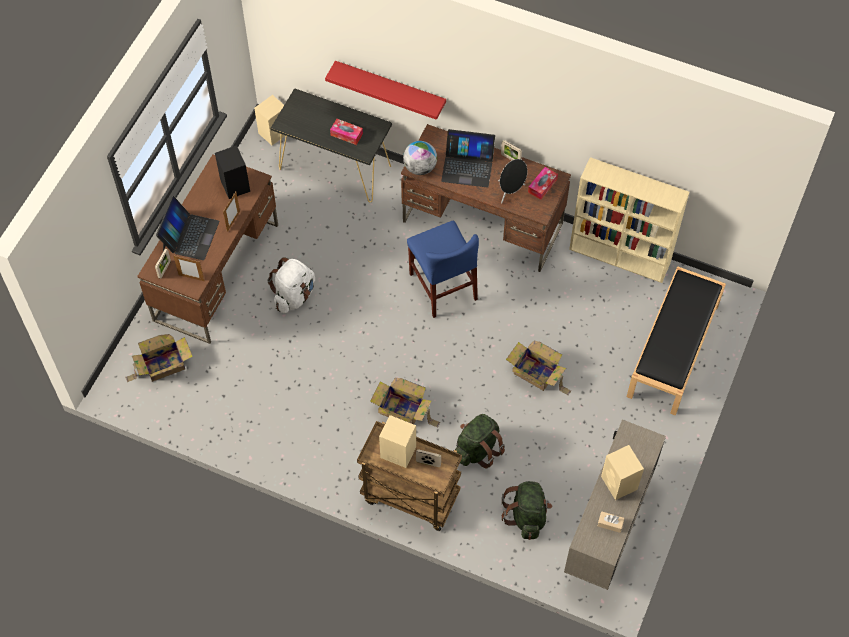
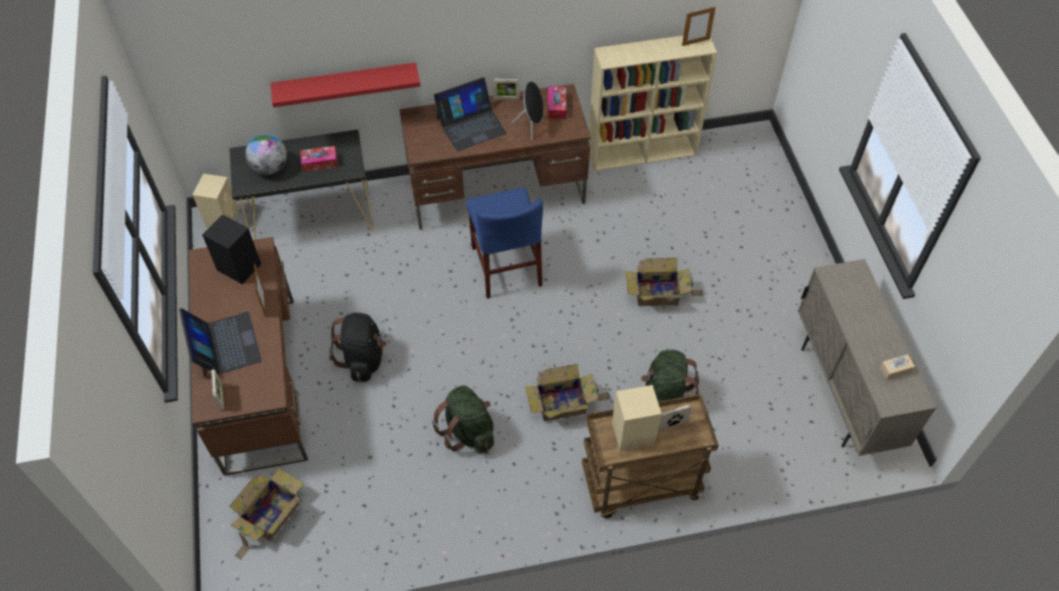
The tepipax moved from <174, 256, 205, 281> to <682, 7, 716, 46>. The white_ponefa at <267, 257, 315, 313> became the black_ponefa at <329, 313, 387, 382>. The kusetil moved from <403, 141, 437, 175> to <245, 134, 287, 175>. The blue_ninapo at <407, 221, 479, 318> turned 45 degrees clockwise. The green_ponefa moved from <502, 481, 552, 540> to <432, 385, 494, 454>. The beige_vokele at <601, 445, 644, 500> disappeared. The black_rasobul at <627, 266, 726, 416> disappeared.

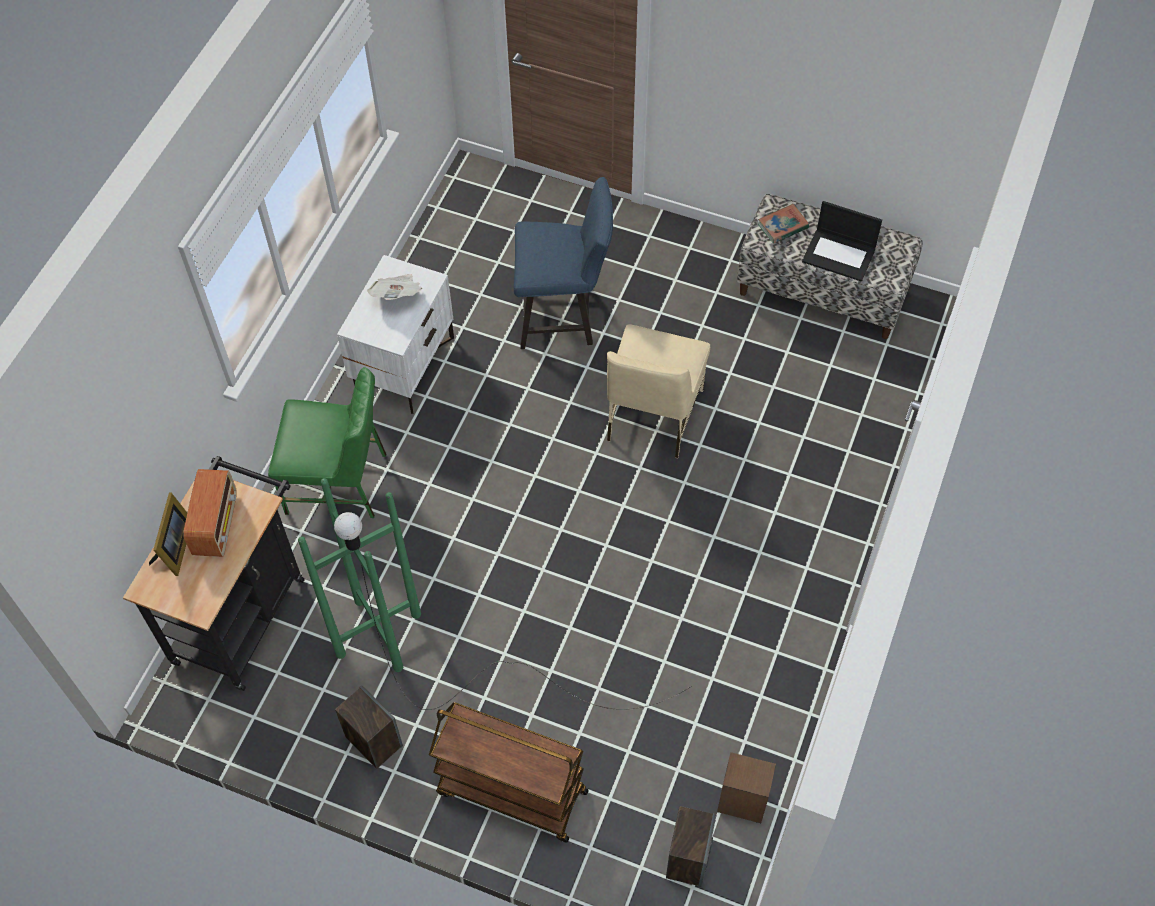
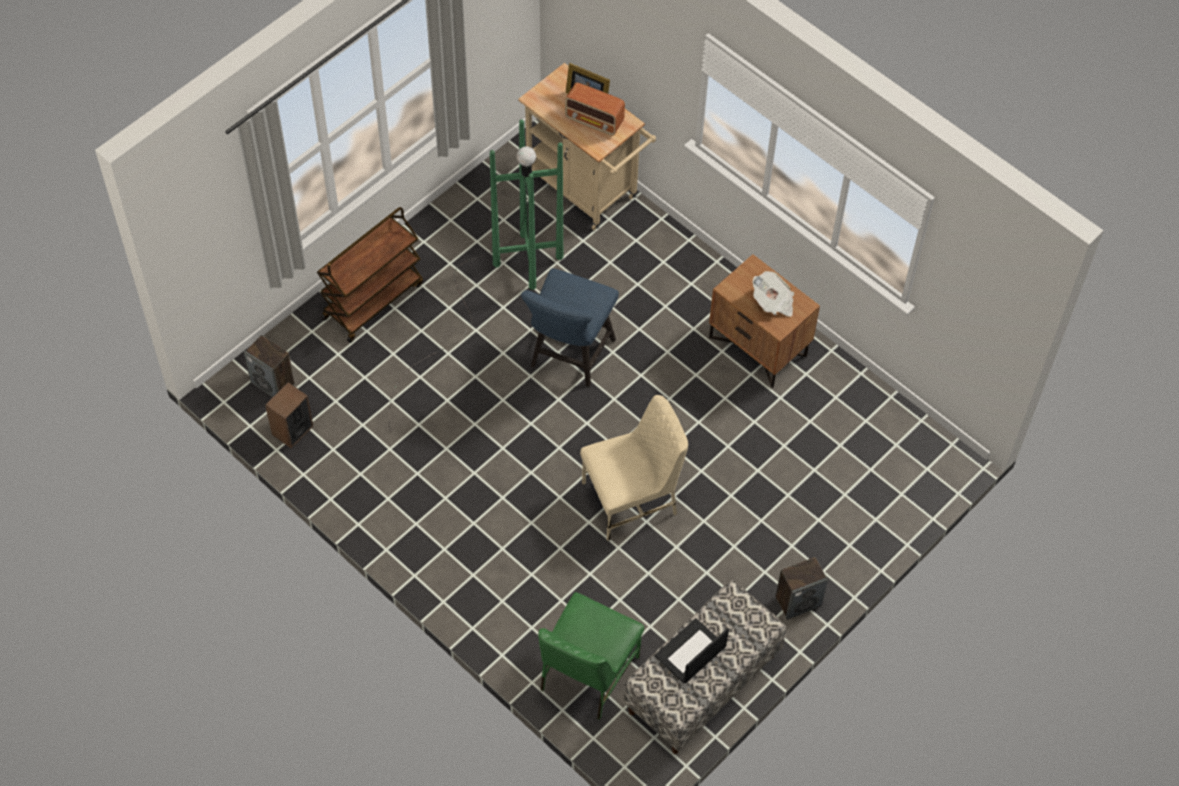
The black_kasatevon at <123, 456, 305, 691> became the beige_kasatevon at <518, 63, 656, 230>. The green_ninapo moved from <268, 367, 386, 518> to <538, 592, 644, 720>. The vokele moved from <335, 685, 403, 769> to <775, 557, 828, 620>. The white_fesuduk at <337, 255, 454, 414> became the brown_fesuduk at <709, 254, 820, 388>. The blue_ninapo moved from <514, 177, 613, 349> to <521, 268, 619, 387>. The beige_ninapo at <607, 324, 710, 458> turned 120 degrees clockwise. The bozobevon at <758, 204, 809, 244> disappeared.

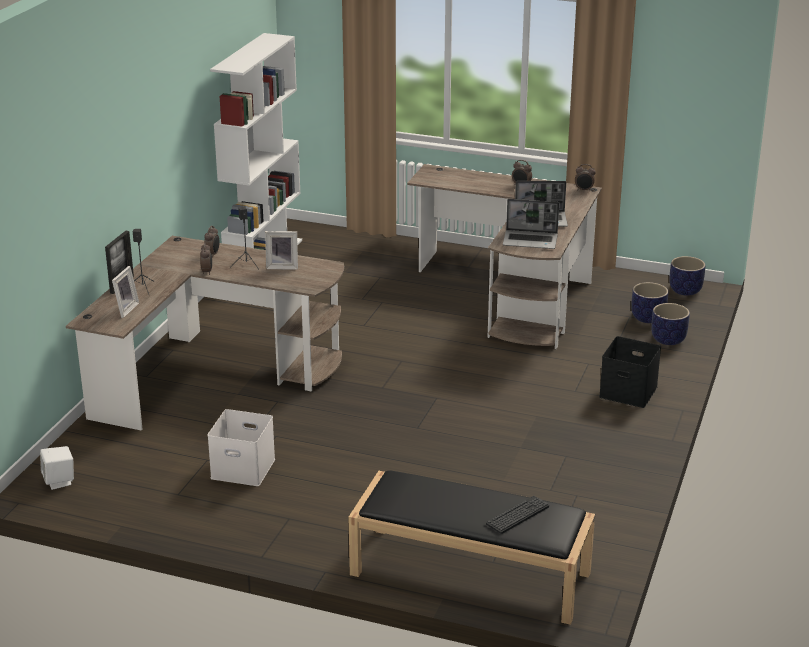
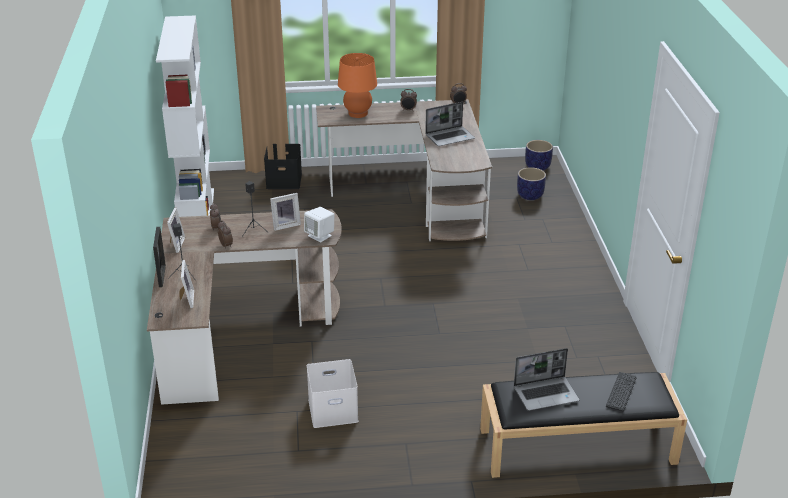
The white_vokele moved from <40, 446, 74, 490> to <304, 207, 335, 242>. The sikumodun moved from <503, 199, 559, 249> to <514, 348, 580, 411>. The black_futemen moved from <599, 336, 661, 408> to <264, 144, 302, 189>. The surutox at <652, 303, 690, 345> disappeared. The tepipax at <167, 208, 185, 253> appeared. The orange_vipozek at <338, 53, 377, 118> appeared.

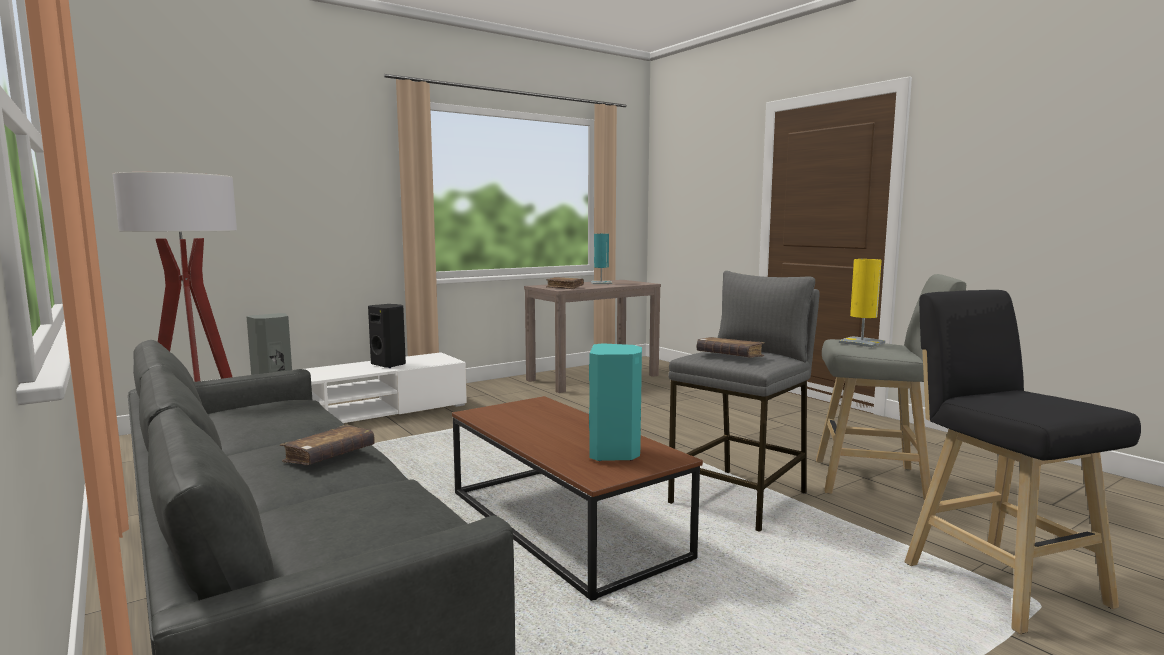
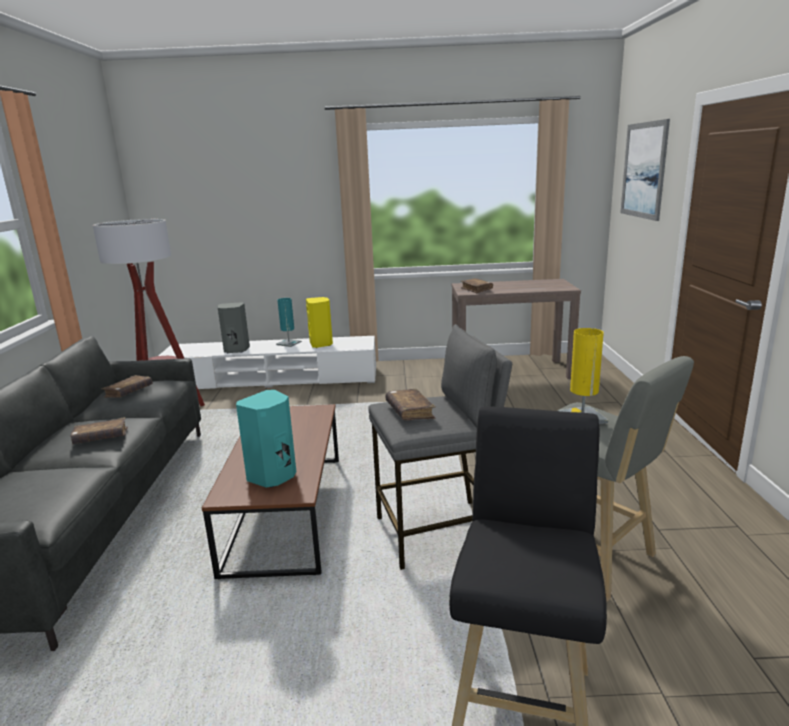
The black_vokele at <368, 304, 406, 368> became the yellow_vokele at <306, 297, 333, 348>. The turquoise_vipozek moved from <590, 234, 612, 284> to <276, 298, 302, 347>. The brown_bozobevon at <102, 375, 152, 398> appeared. The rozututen at <620, 119, 670, 221> appeared.

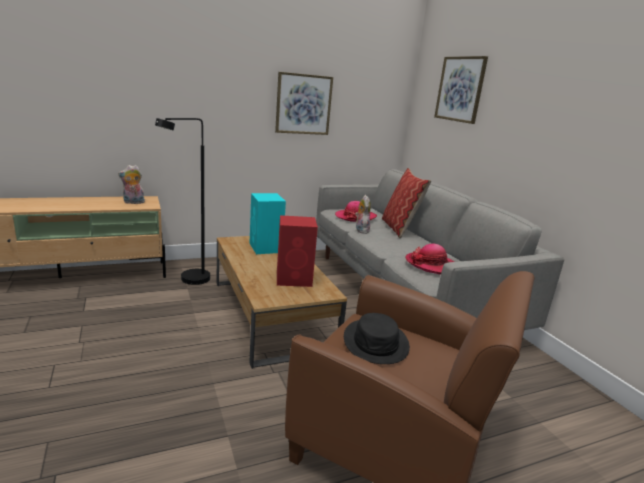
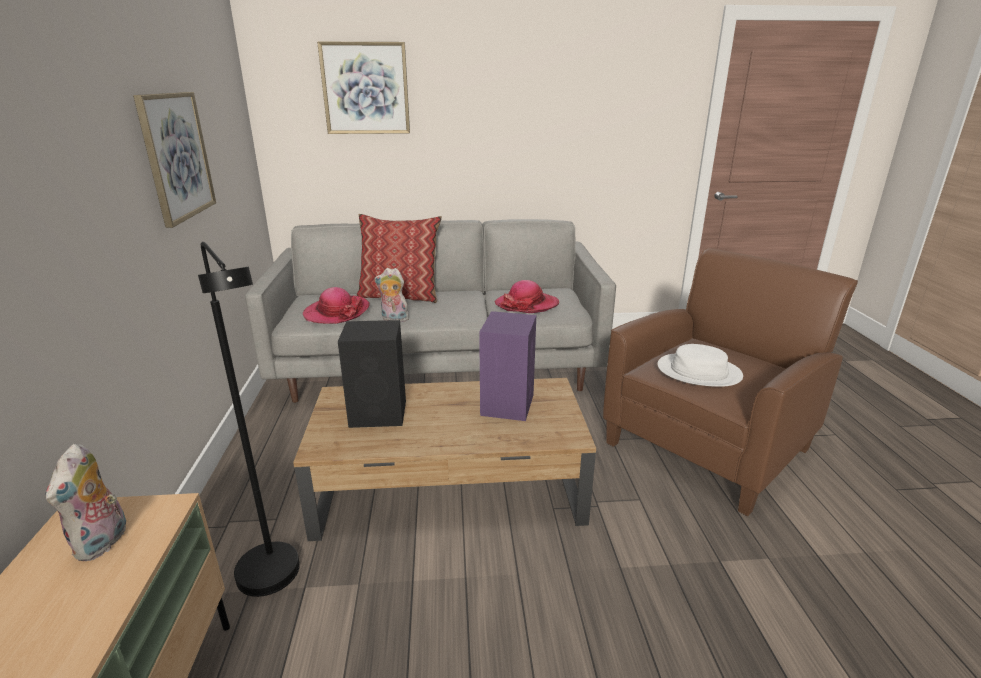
The turquoise_vokele at <249, 193, 286, 254> became the black_vokele at <338, 320, 406, 428>. The red_vokele at <277, 215, 318, 287> became the purple_vokele at <479, 311, 536, 421>. The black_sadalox at <344, 313, 410, 364> became the white_sadalox at <657, 344, 743, 387>.

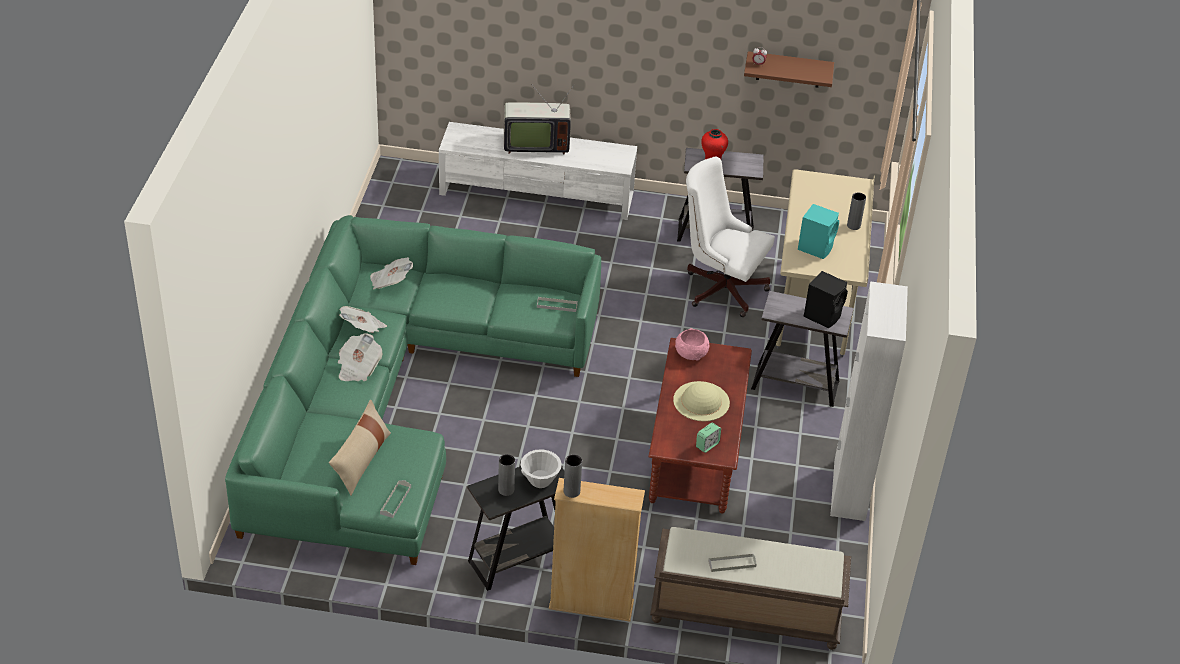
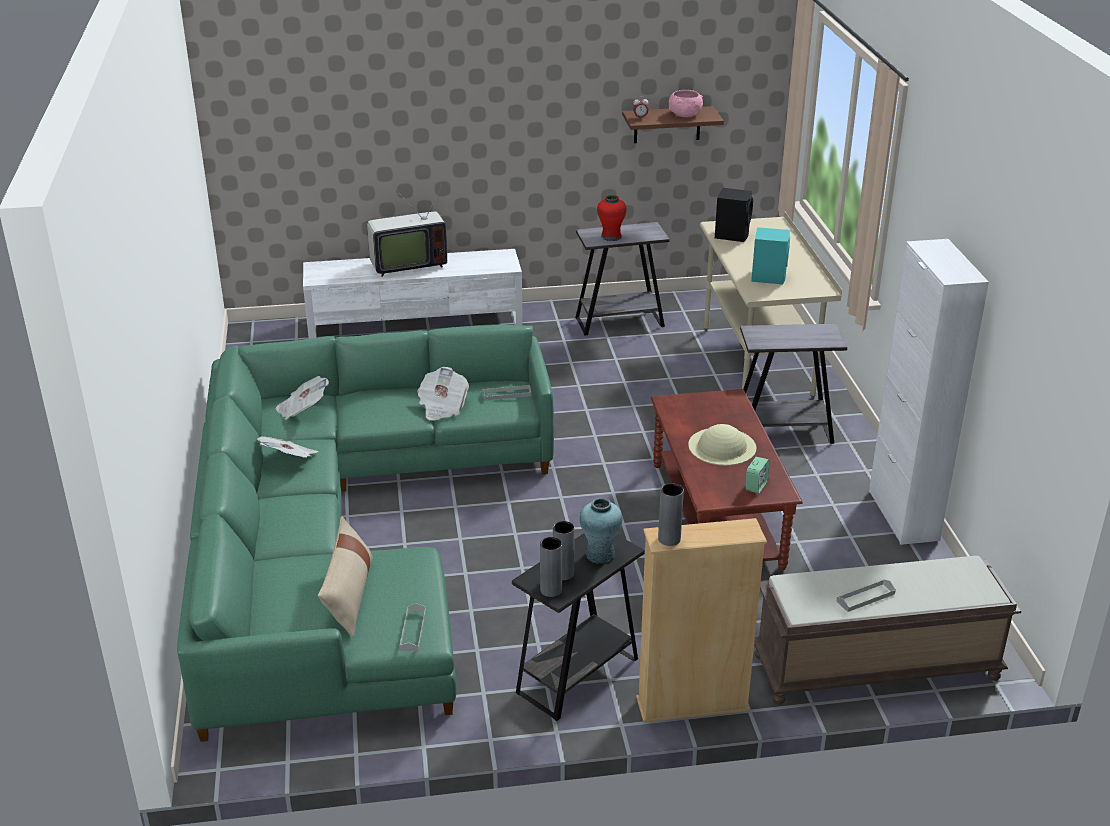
The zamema moved from <338, 333, 382, 381> to <417, 367, 469, 420>. The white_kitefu at <521, 449, 561, 488> was replaced by the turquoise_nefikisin at <580, 498, 622, 564>. The pink_kitefu moved from <675, 328, 709, 360> to <669, 90, 703, 117>. The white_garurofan at <686, 157, 775, 317> disappeared. The black_vokele moved from <804, 271, 848, 329> to <715, 188, 753, 242>. The grey_nefikisin moved from <847, 192, 866, 230> to <540, 537, 562, 597>.

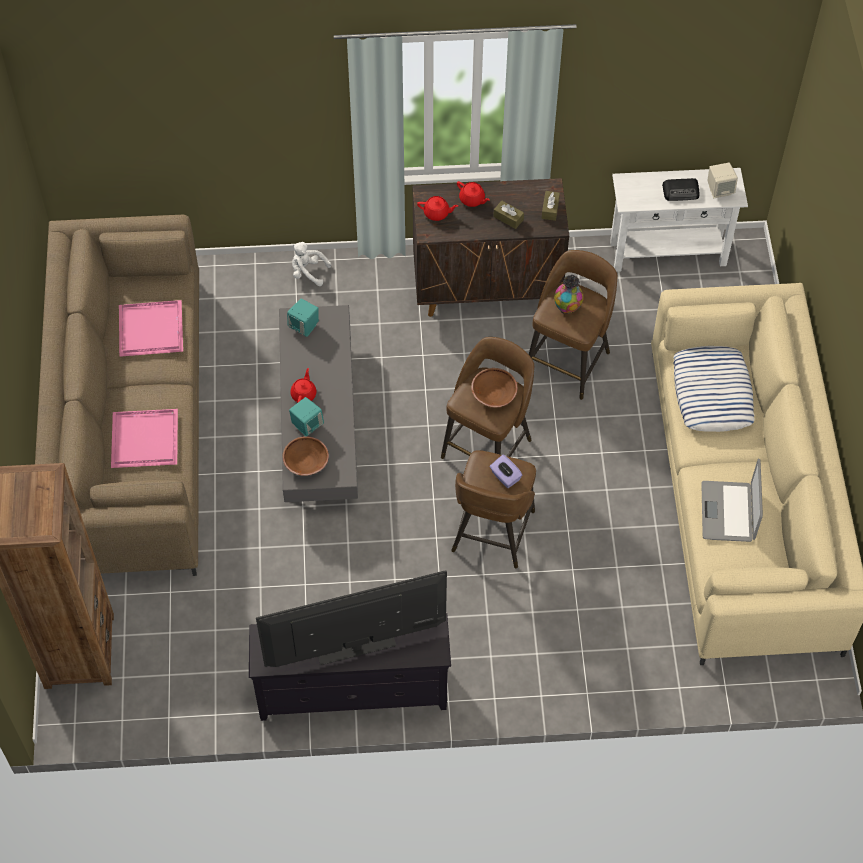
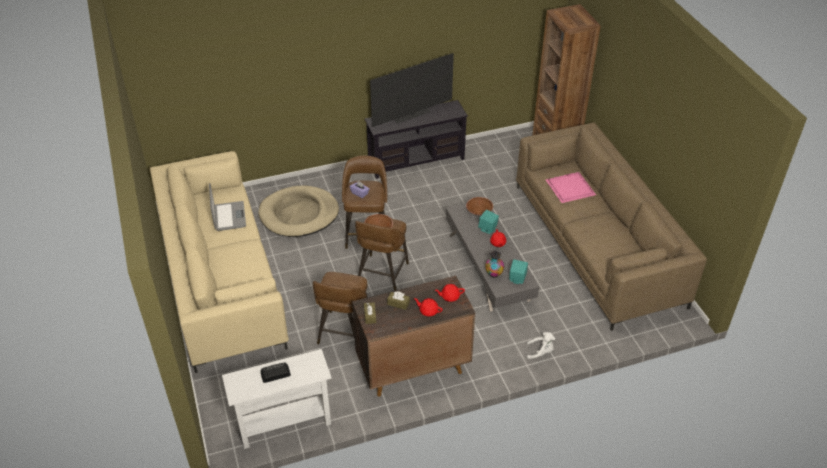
The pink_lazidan at <119, 300, 183, 357> disappeared. The nefikisin moved from <554, 275, 584, 314> to <485, 250, 504, 278>. The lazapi at <673, 346, 755, 432> disappeared. The beige_vokele at <707, 163, 738, 198> disappeared. The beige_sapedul at <258, 186, 339, 237> appeared.

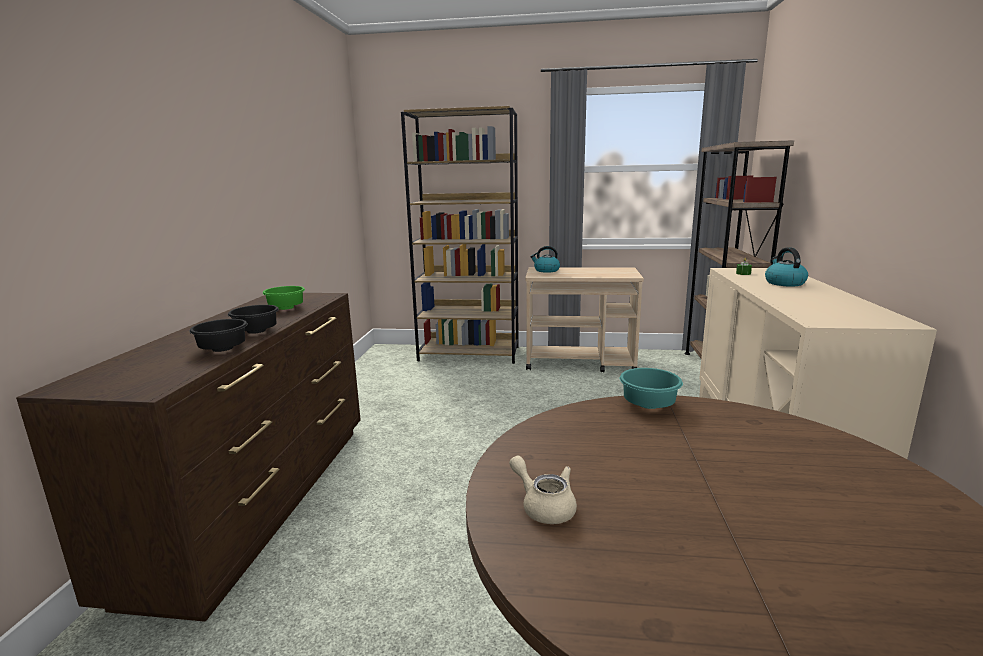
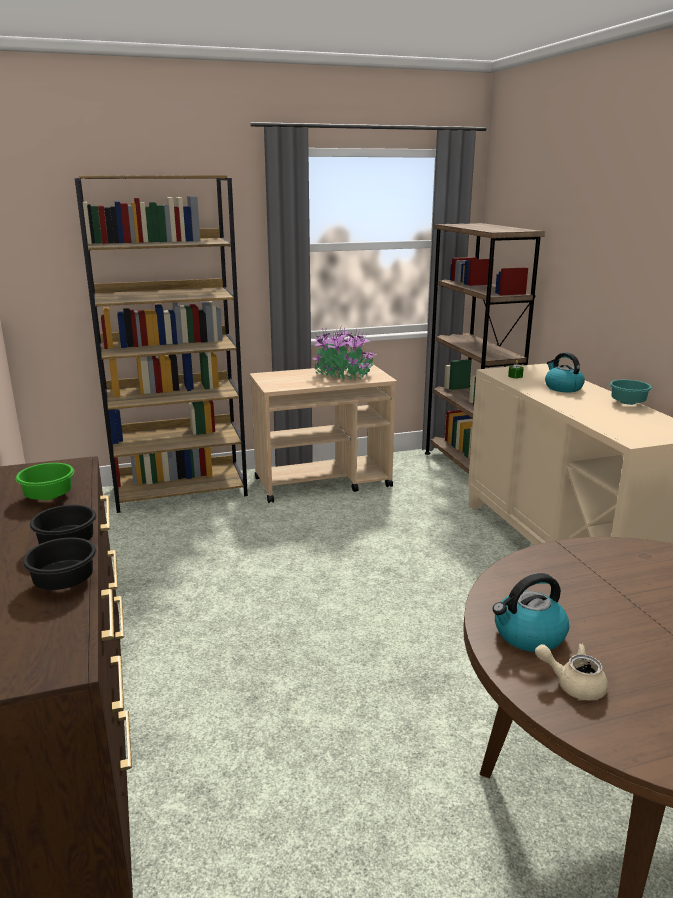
The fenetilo moved from <530, 246, 560, 273> to <493, 573, 569, 652>. The turquoise_kitefu moved from <620, 368, 683, 409> to <610, 380, 652, 405>. The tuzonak at <311, 327, 377, 380> appeared.

